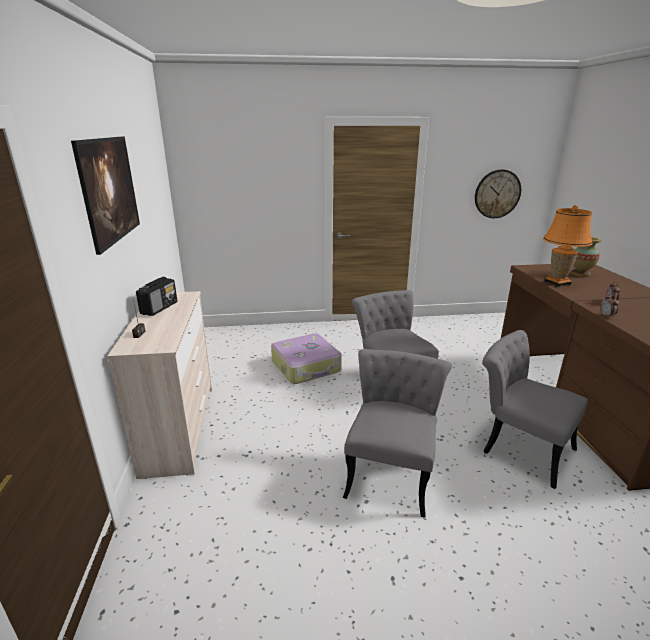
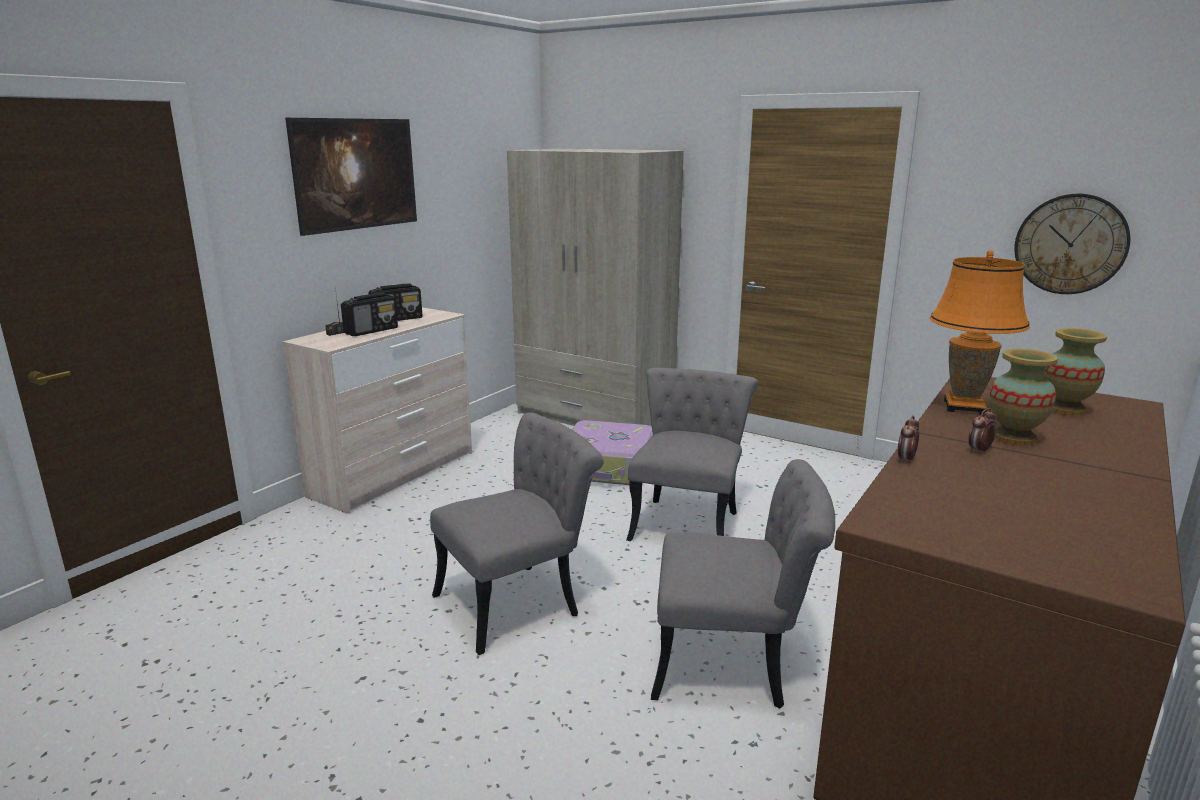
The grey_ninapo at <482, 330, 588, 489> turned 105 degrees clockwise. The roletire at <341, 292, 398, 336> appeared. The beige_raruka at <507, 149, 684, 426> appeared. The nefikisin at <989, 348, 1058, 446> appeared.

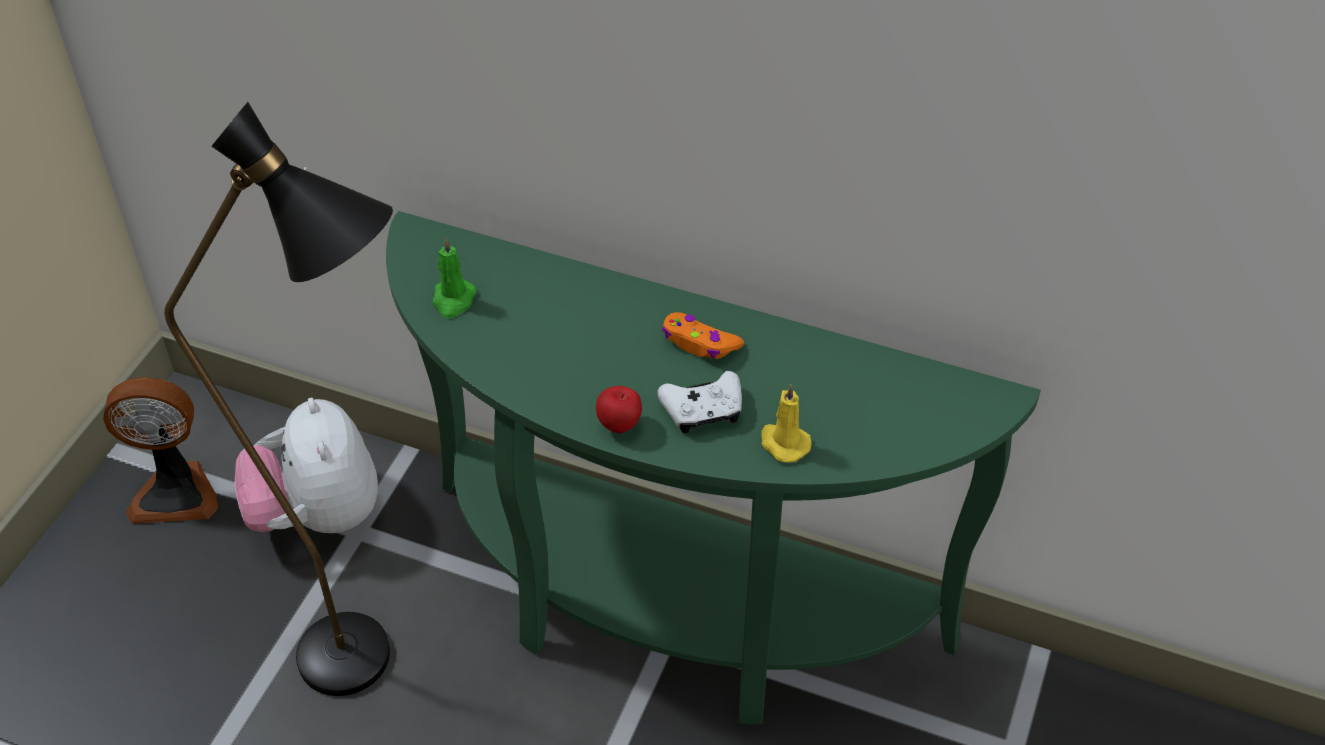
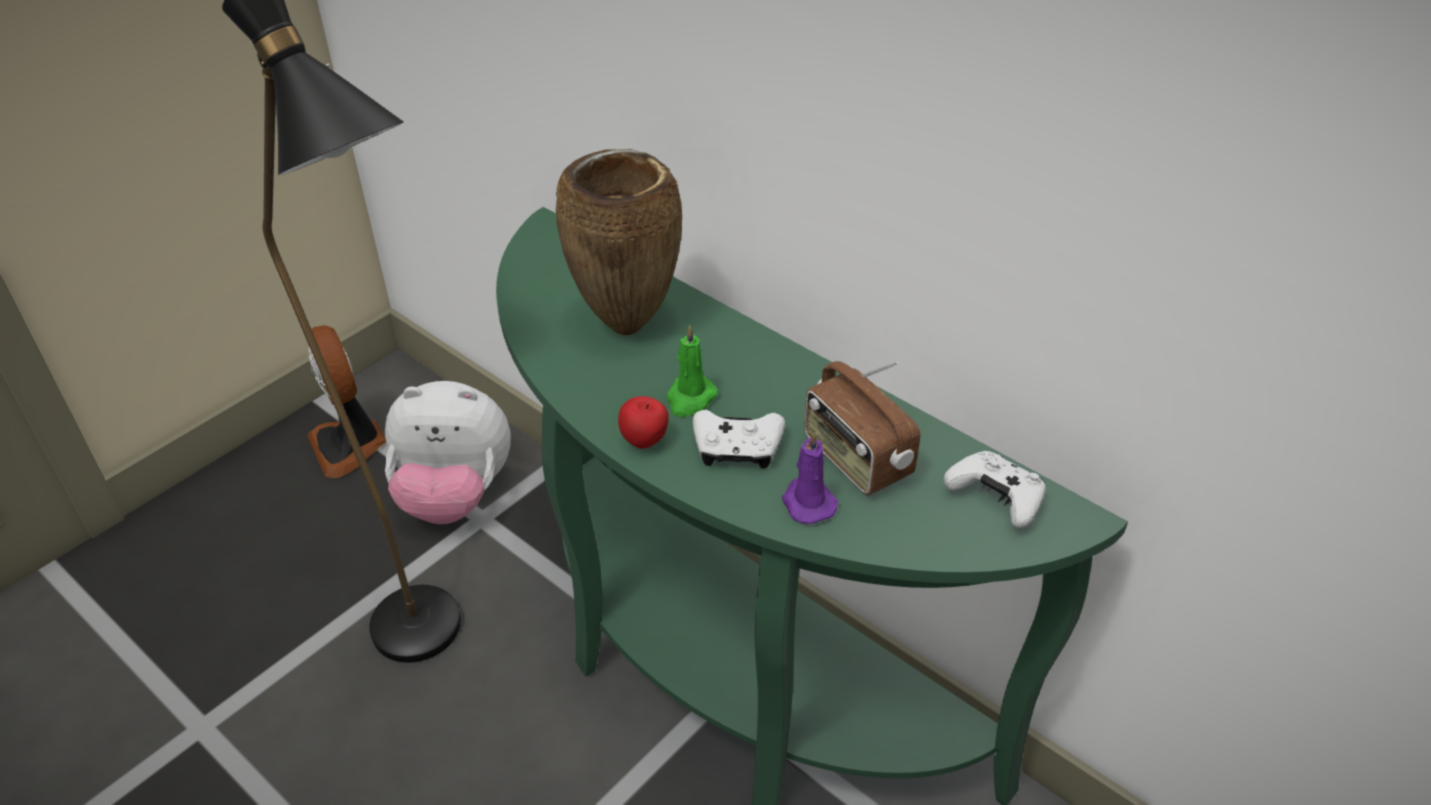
The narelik at <103, 377, 218, 524> turned 45 degrees clockwise. The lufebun at <235, 398, 378, 533> turned 90 degrees counterclockwise. The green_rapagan moved from <433, 238, 477, 318> to <666, 324, 718, 417>. The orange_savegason at <662, 312, 744, 359> disappeared. The yellow_rapagan at <761, 384, 812, 463> became the purple_rapagan at <782, 430, 838, 524>. The brown_nefikisin at <556, 149, 682, 335> appeared. The roletire at <804, 361, 920, 495> appeared. The white_savegason at <944, 451, 1046, 528> appeared.

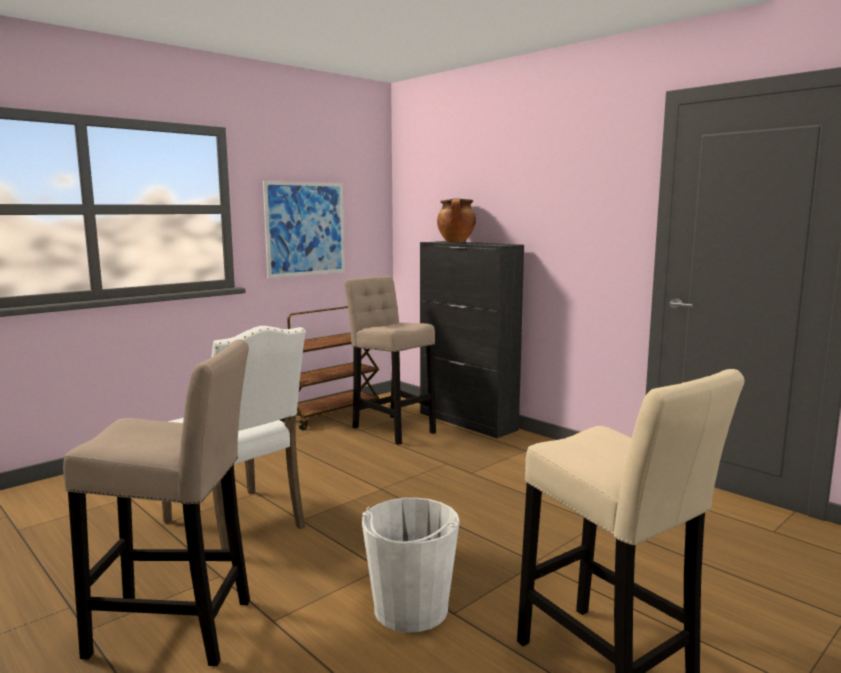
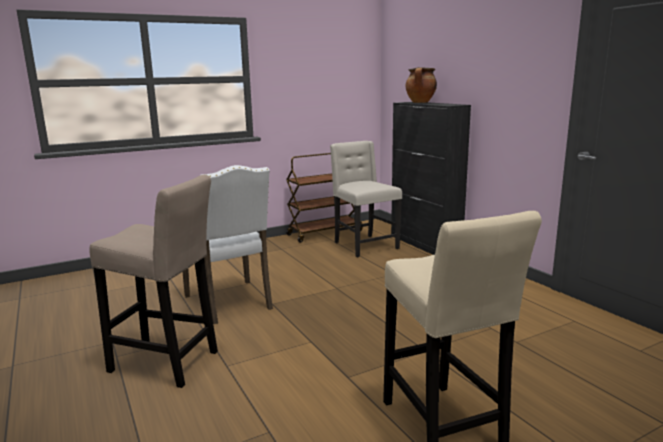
The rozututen at <263, 181, 345, 278> disappeared. The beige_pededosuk at <344, 276, 436, 445> was replaced by the beige_ninapo at <330, 141, 402, 257>. The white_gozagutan at <362, 498, 460, 633> disappeared.

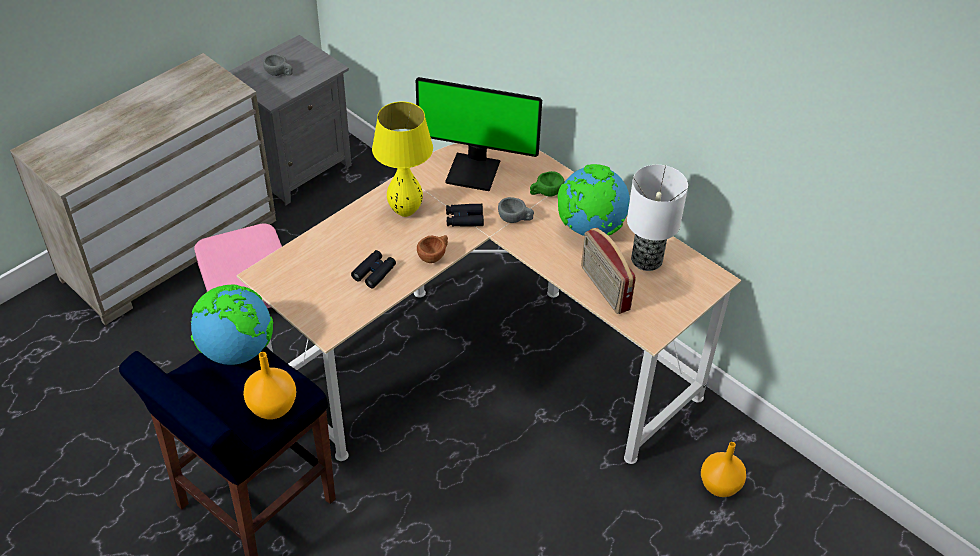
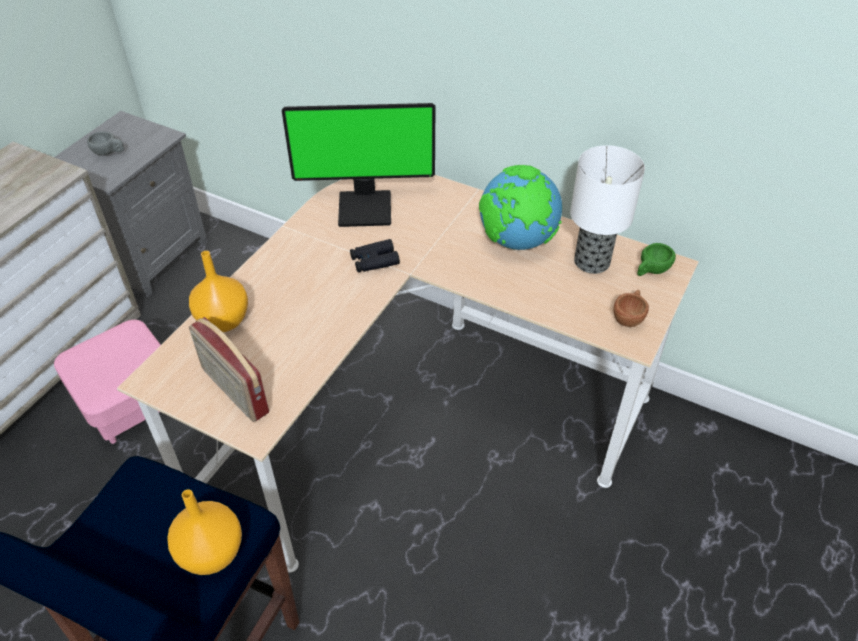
The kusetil at <191, 285, 273, 365> disappeared. The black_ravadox at <351, 250, 396, 289> disappeared. The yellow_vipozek at <372, 102, 433, 217> disappeared. The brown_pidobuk moved from <417, 235, 448, 263> to <614, 290, 649, 327>. The grey_pidobuk at <498, 197, 534, 223> disappeared. The green_pidobuk moved from <530, 171, 565, 197> to <637, 243, 676, 276>. The roletire moved from <581, 228, 636, 314> to <189, 317, 269, 422>. The orange_nefikisin moved from <701, 442, 746, 497> to <189, 251, 248, 332>.

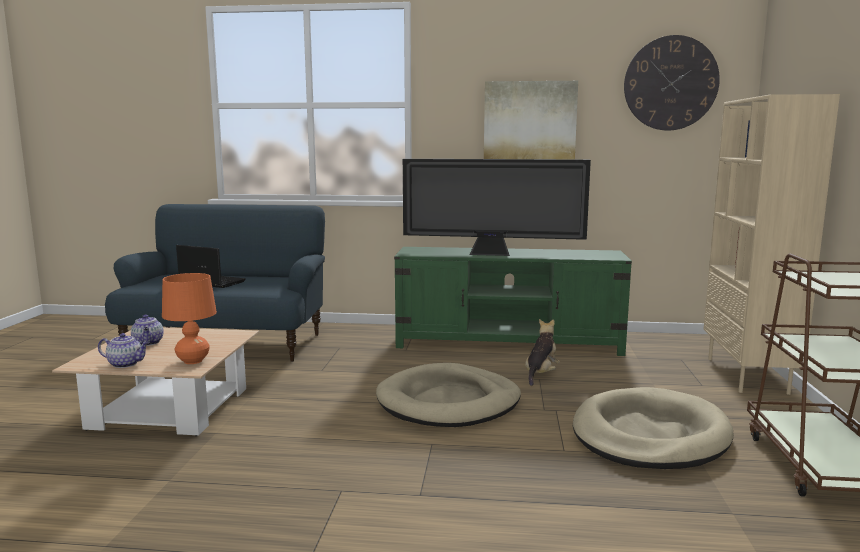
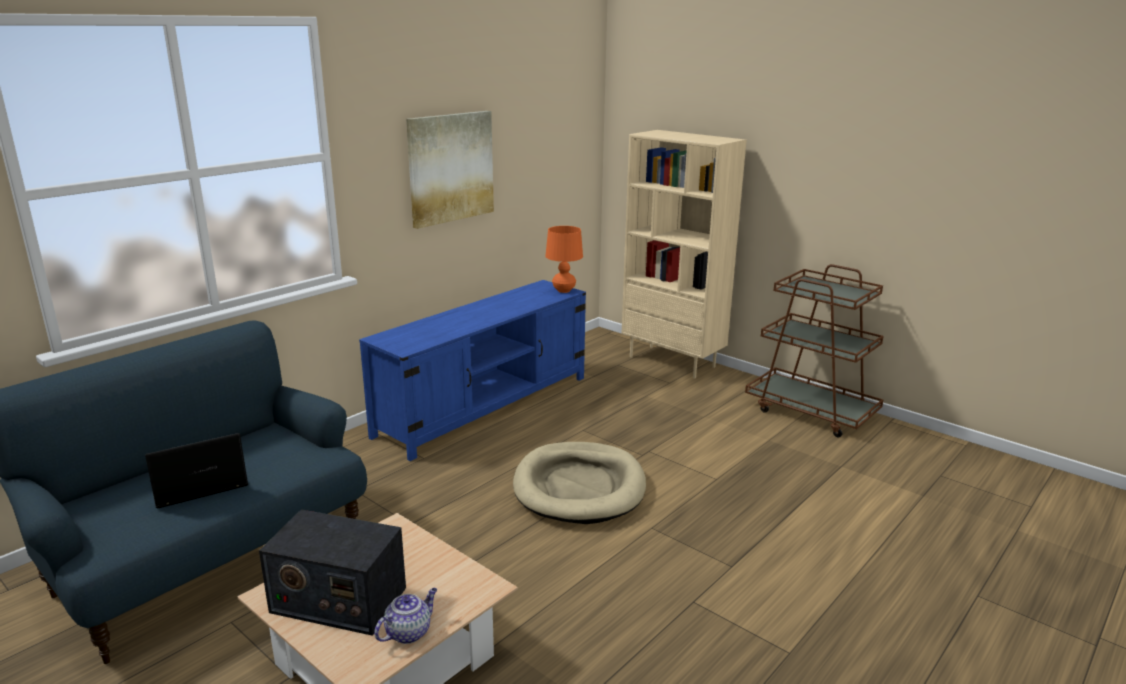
The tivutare at <131, 314, 164, 346> was replaced by the roletire at <259, 509, 406, 636>. The orange_vipozek moved from <162, 273, 217, 364> to <546, 226, 583, 293>. The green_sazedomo at <394, 247, 632, 356> became the blue_sazedomo at <359, 280, 586, 461>. The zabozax at <403, 159, 591, 256> disappeared. The lufebun at <525, 319, 560, 386> disappeared. The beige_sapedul at <573, 387, 734, 469> disappeared. The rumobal at <624, 35, 720, 130> disappeared.

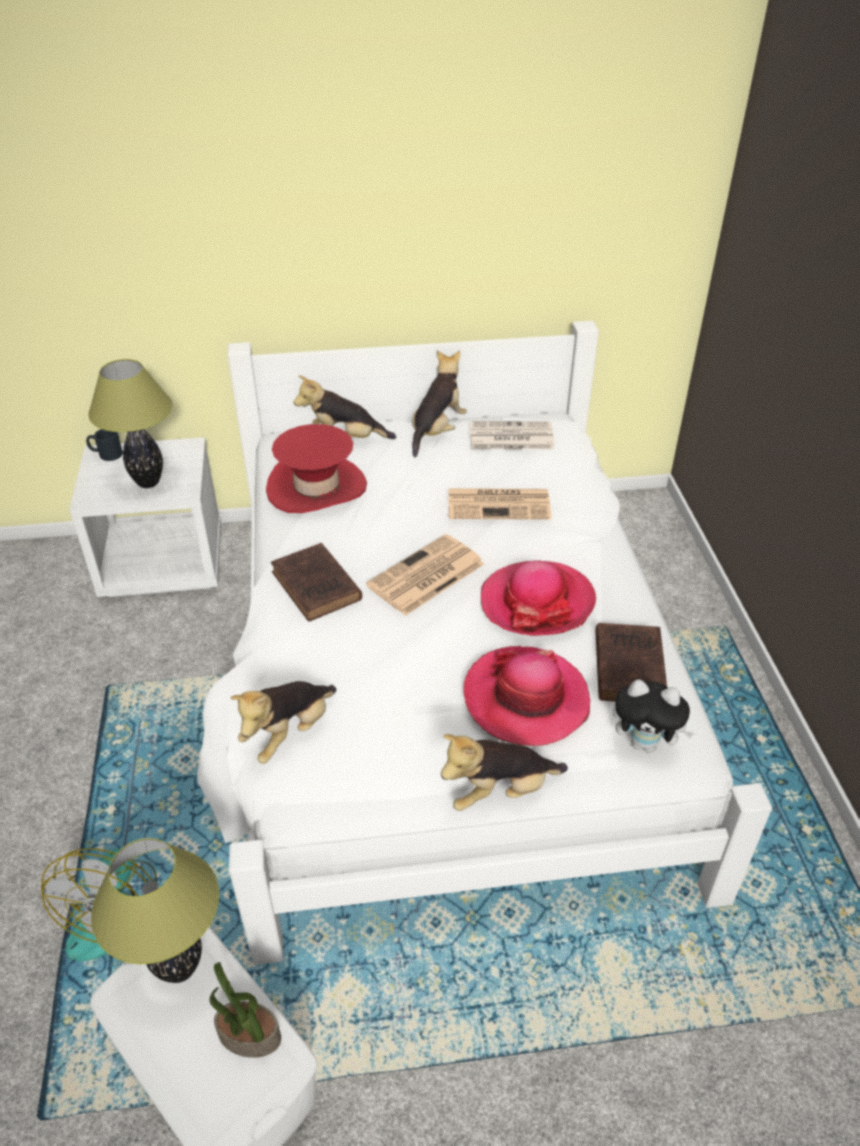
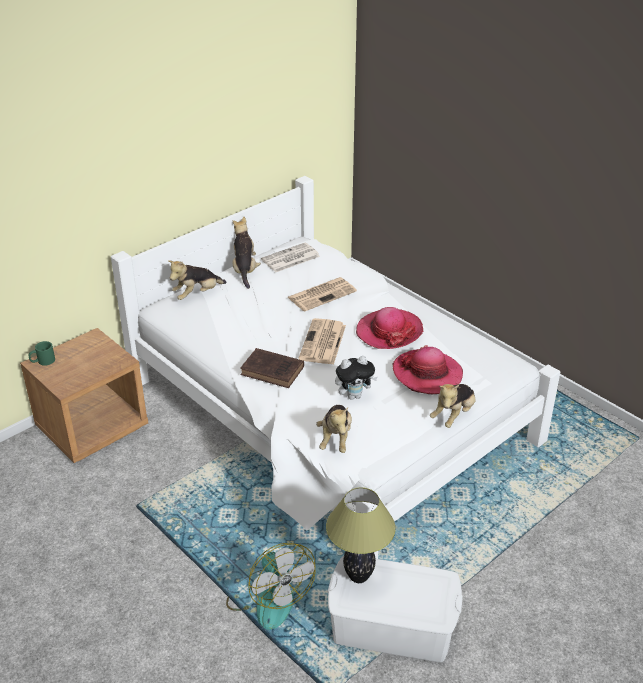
The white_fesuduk at <69, 437, 221, 597> became the brown_fesuduk at <20, 328, 148, 463>. The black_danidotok at <86, 429, 123, 461> became the green_danidotok at <29, 341, 55, 366>. The vipozek at <88, 359, 173, 488> disappeared. The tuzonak at <209, 962, 281, 1058> disappeared. The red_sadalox at <266, 424, 367, 513> disappeared. The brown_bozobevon at <595, 623, 667, 702> disappeared. The lufebun moved from <613, 679, 695, 753> to <335, 356, 378, 400>.

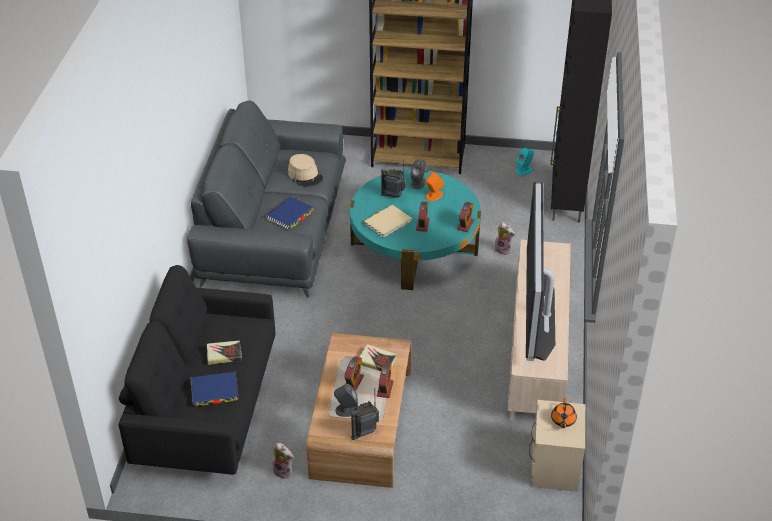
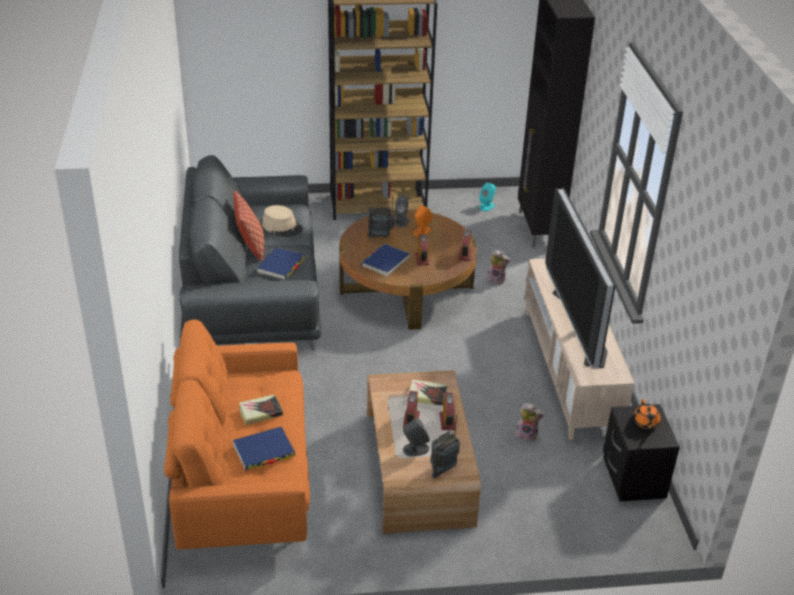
The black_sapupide at <118, 265, 275, 475> became the orange_sapupide at <164, 319, 310, 550>. The lufebun moved from <271, 443, 294, 479> to <515, 403, 544, 442>. The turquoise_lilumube at <350, 170, 481, 290> became the brown_lilumube at <339, 210, 477, 330>. The beige_bozobevon at <363, 205, 412, 238> became the blue_bozobevon at <361, 244, 410, 277>. The beige_fesuduk at <529, 400, 585, 492> became the black_fesuduk at <603, 404, 680, 501>. The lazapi at <234, 191, 264, 261> appeared.

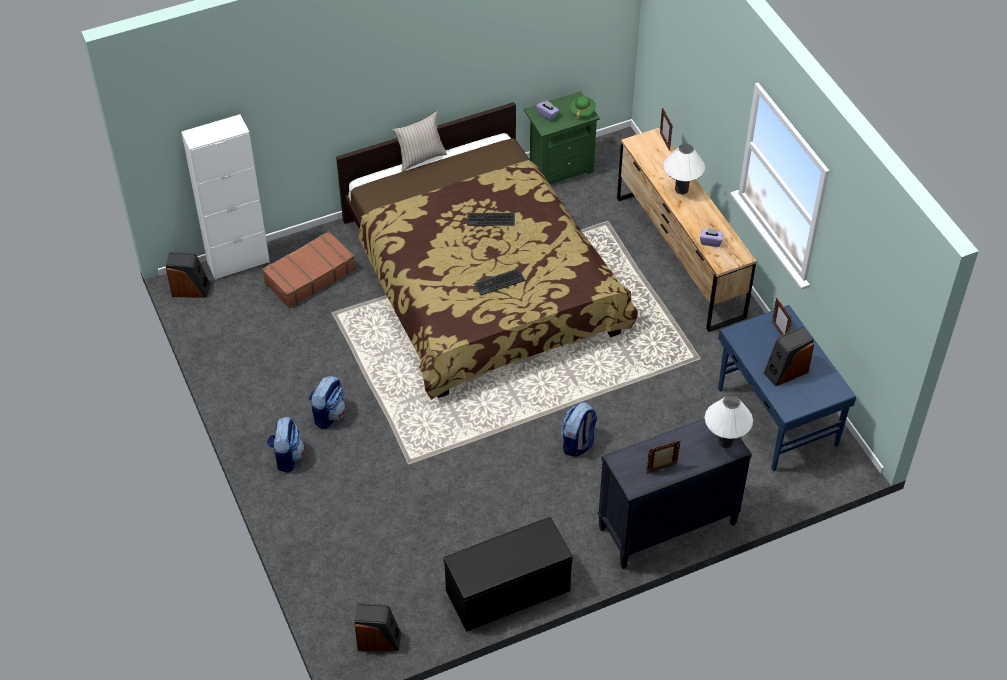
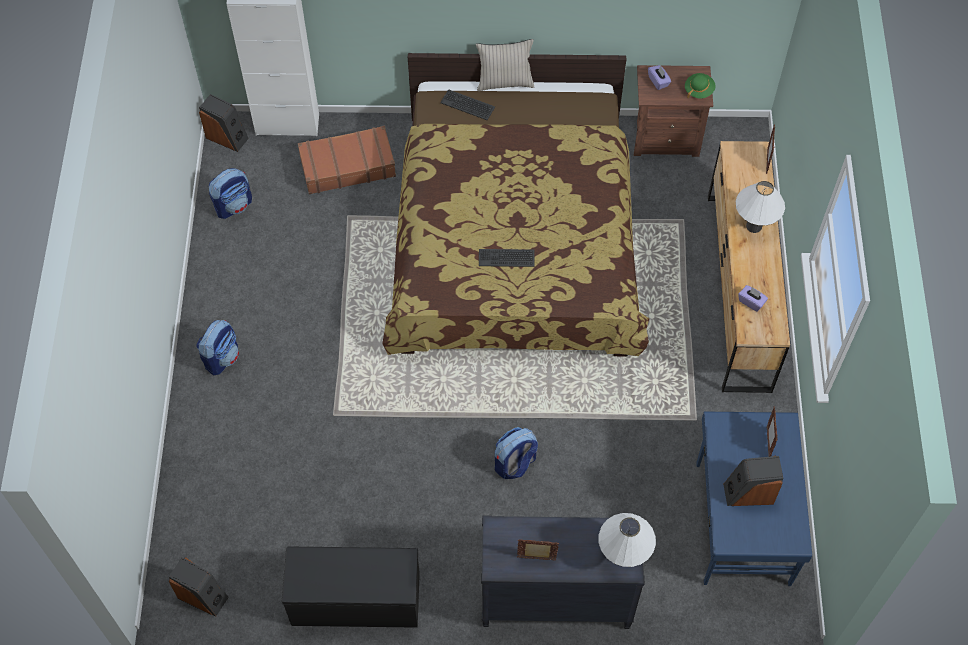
The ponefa moved from <309, 376, 346, 429> to <209, 168, 252, 219>. The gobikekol moved from <467, 213, 515, 226> to <440, 89, 495, 120>. The green_fesuduk at <524, 91, 600, 184> became the brown_fesuduk at <634, 65, 713, 157>.

